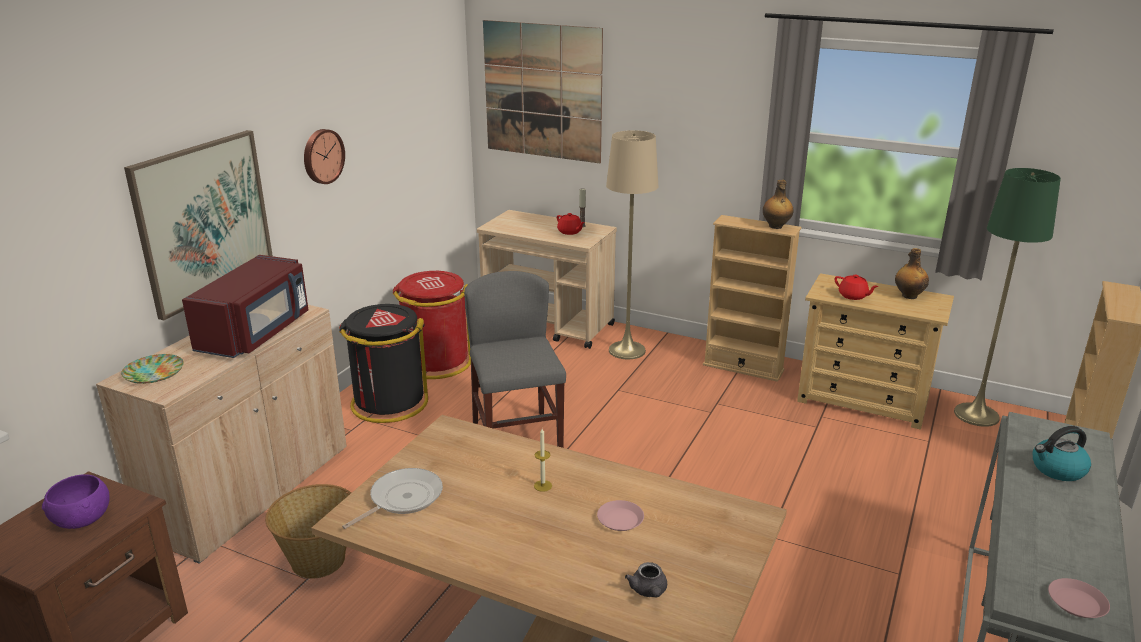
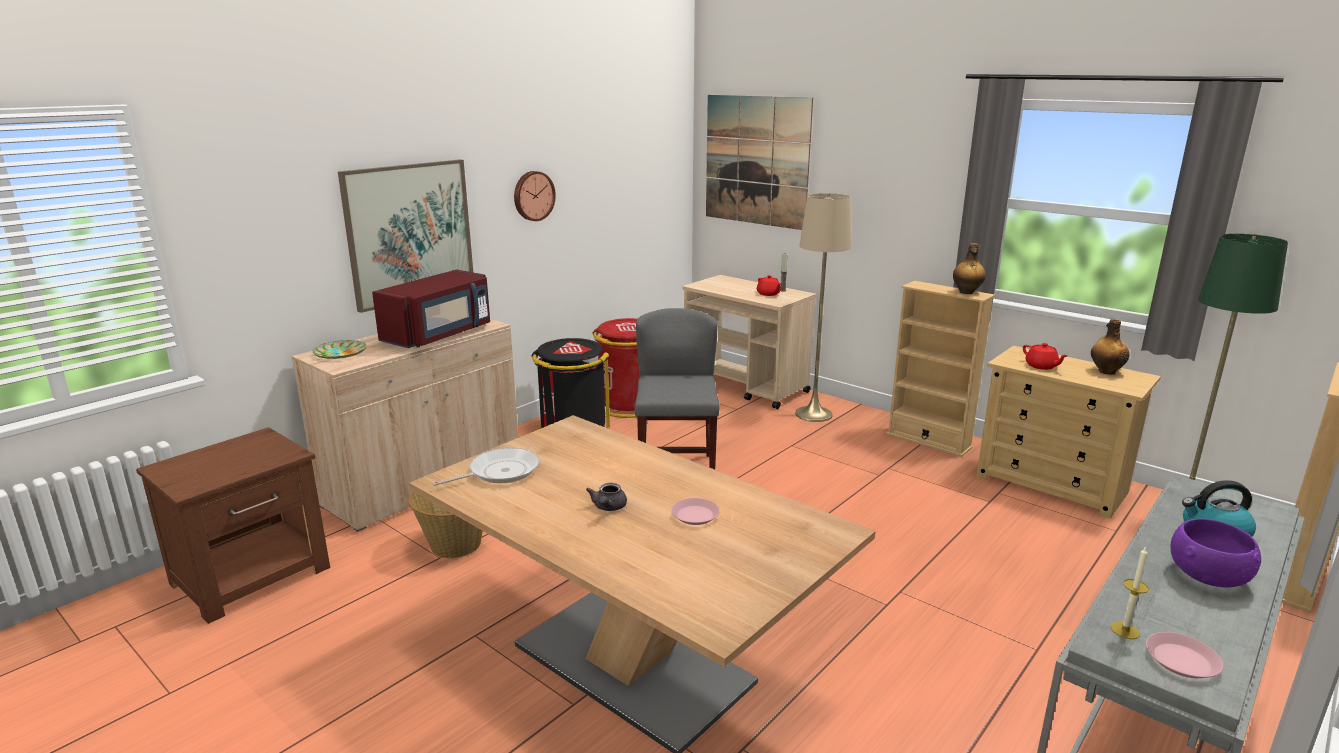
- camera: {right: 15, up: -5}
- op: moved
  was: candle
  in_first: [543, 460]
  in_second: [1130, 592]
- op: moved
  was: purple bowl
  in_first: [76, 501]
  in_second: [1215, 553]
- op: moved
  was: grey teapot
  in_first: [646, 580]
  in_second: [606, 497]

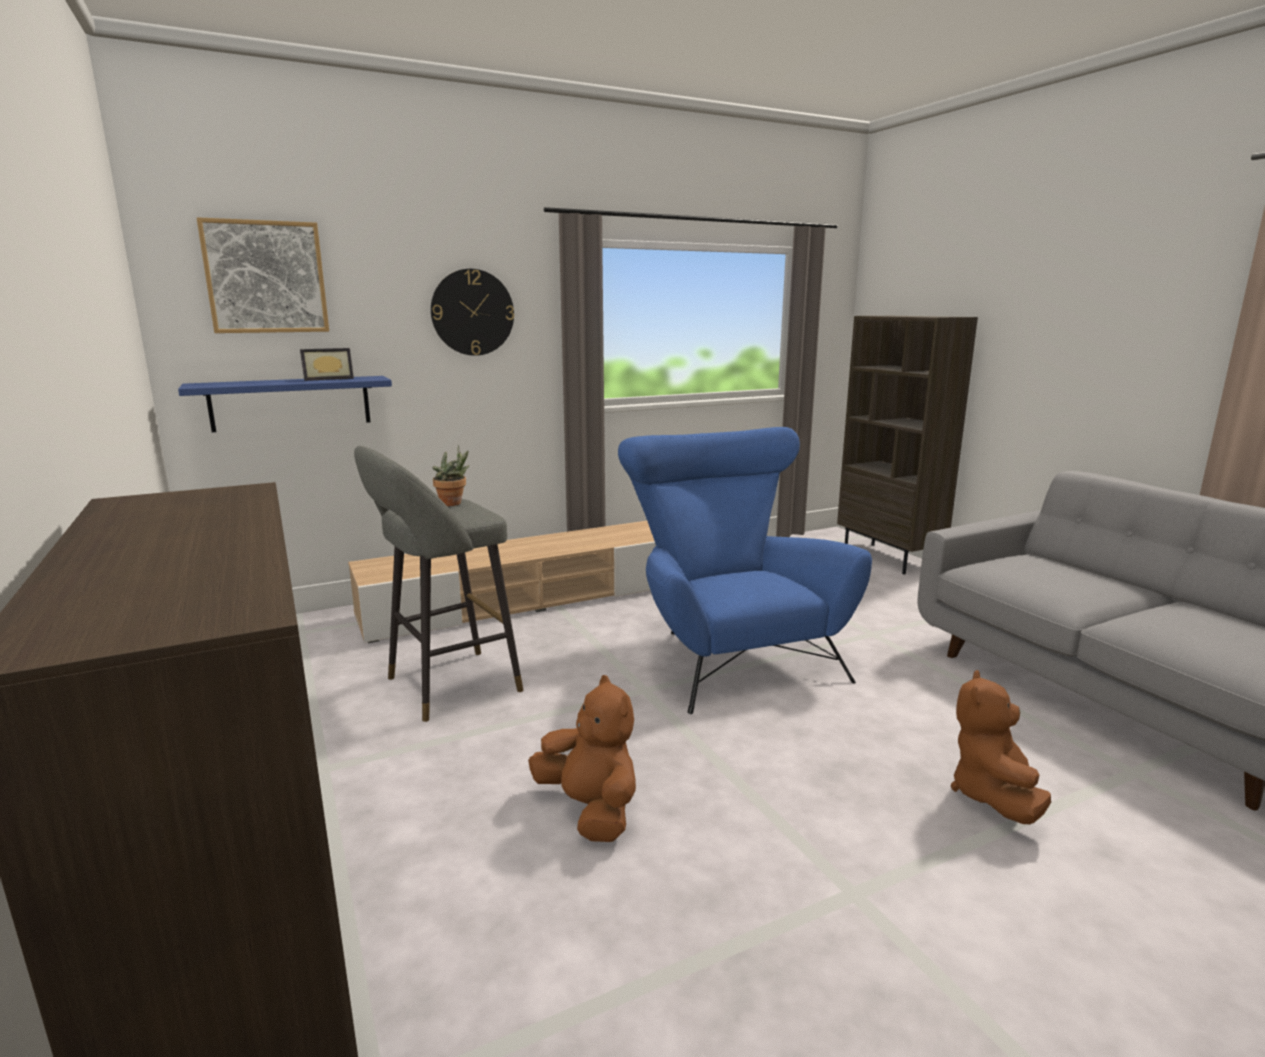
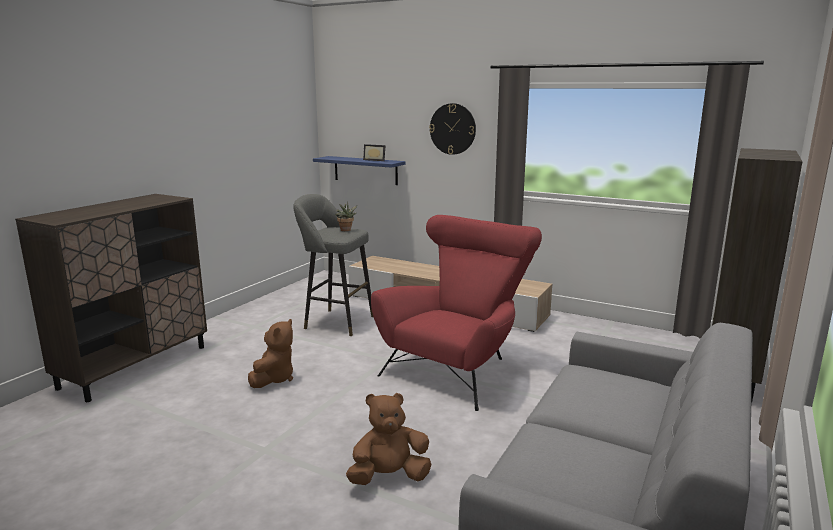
- camera: {right: 55, up: 0}
- op: removed
  was: picture
  in_first: [263, 275]
- op: recoloured
  was: blue armchair
  now: red armchair
  in_first: [745, 570]
  in_second: [456, 313]

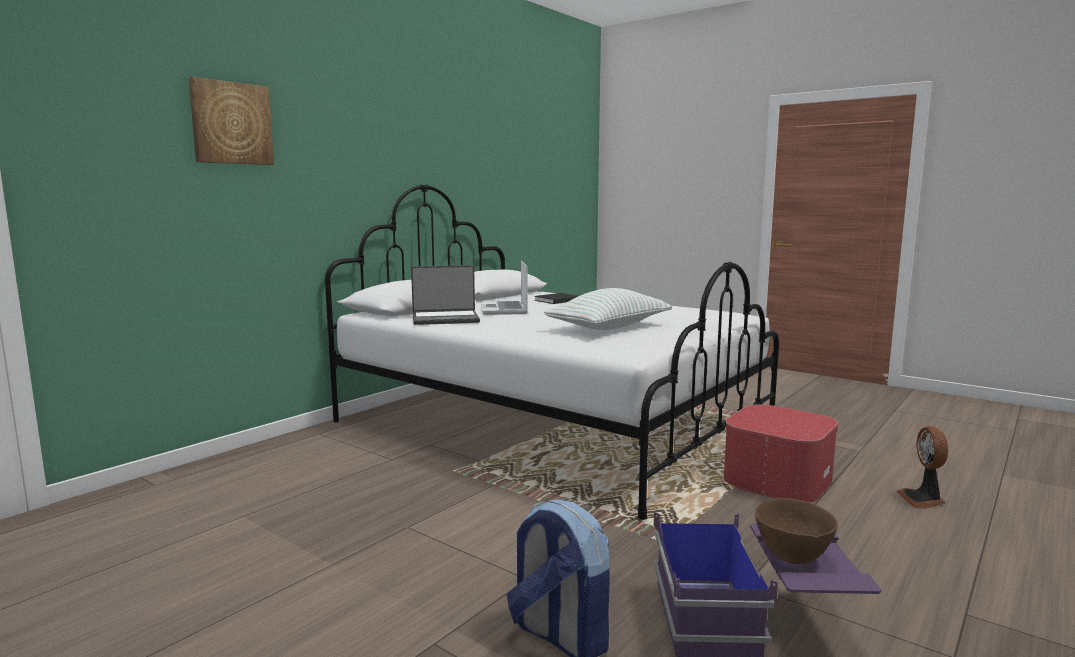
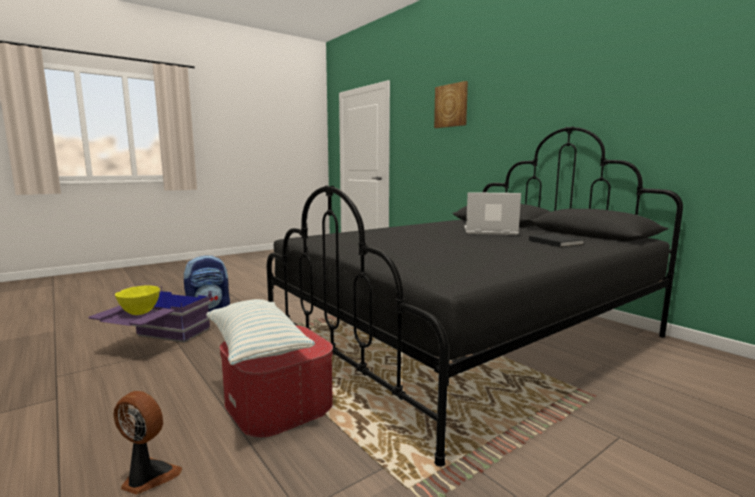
- camera: {right: 105, up: 0}
- op: recoloured
  was: white bed
  now: black bed
  in_first: [552, 352]
  in_second: [475, 296]
- op: removed
  was: laptop
  in_first: [445, 295]
- op: moved
  was: pillow
  in_first: [608, 309]
  in_second: [260, 332]
- op: recoloured
  was: brown bowl
  now: yellow bowl
  in_first: [796, 531]
  in_second: [137, 300]

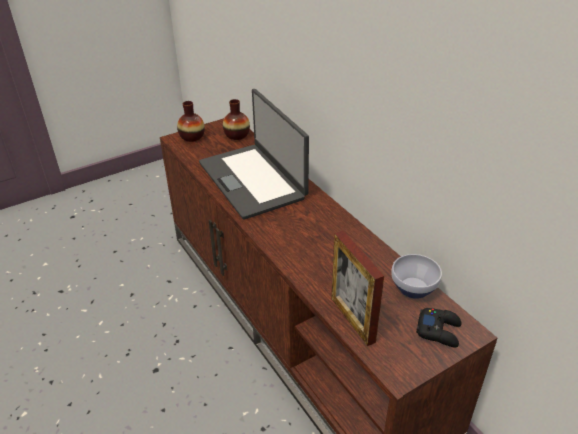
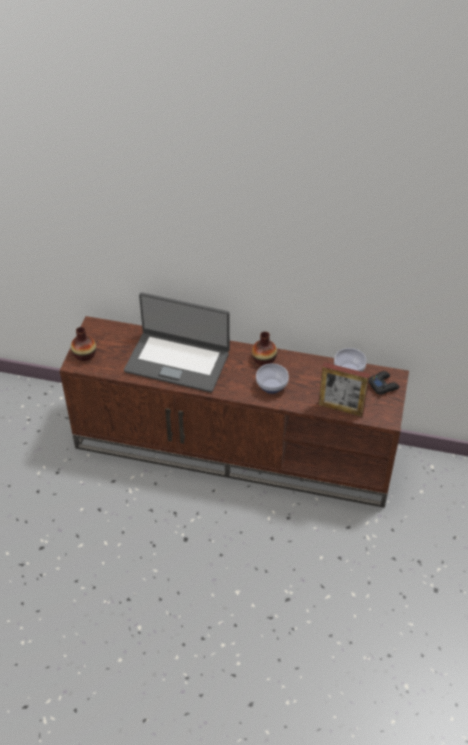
- camera: {right: -45, up: 10}
- op: moved
  was: vase
  in_first: [236, 119]
  in_second: [264, 349]
- op: added
  now: bowl
  in_second: [272, 379]

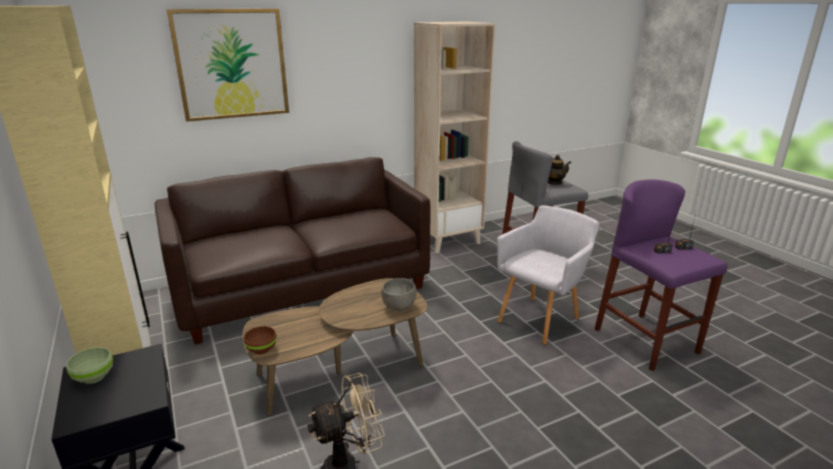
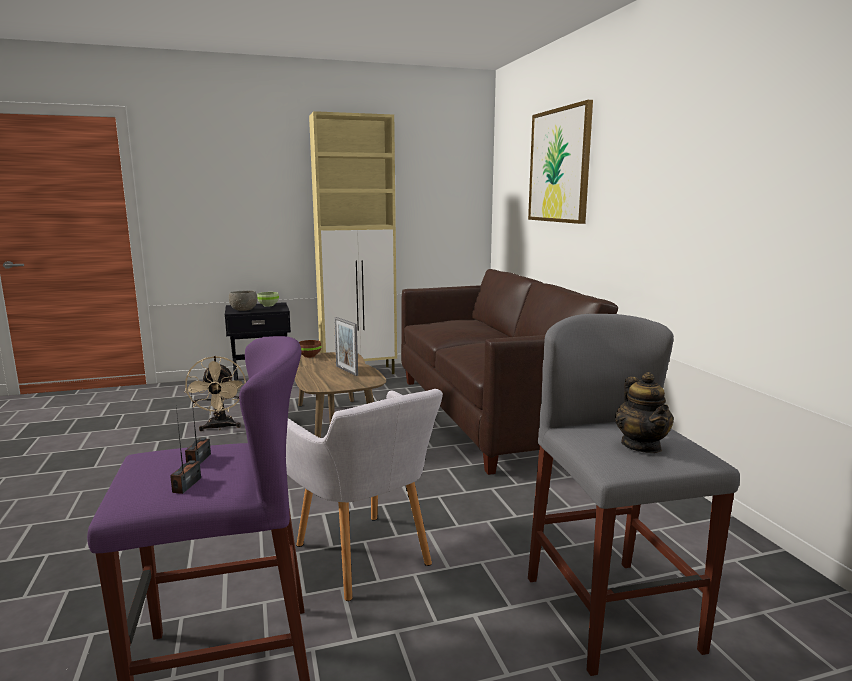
- camera: {right: 100, up: -10}
- op: removed
  was: beige bookcase
  in_first: [455, 137]
- op: moved
  was: grey bowl
  in_first: [399, 294]
  in_second: [243, 300]
- op: added
  now: picture frame
  in_second: [346, 346]

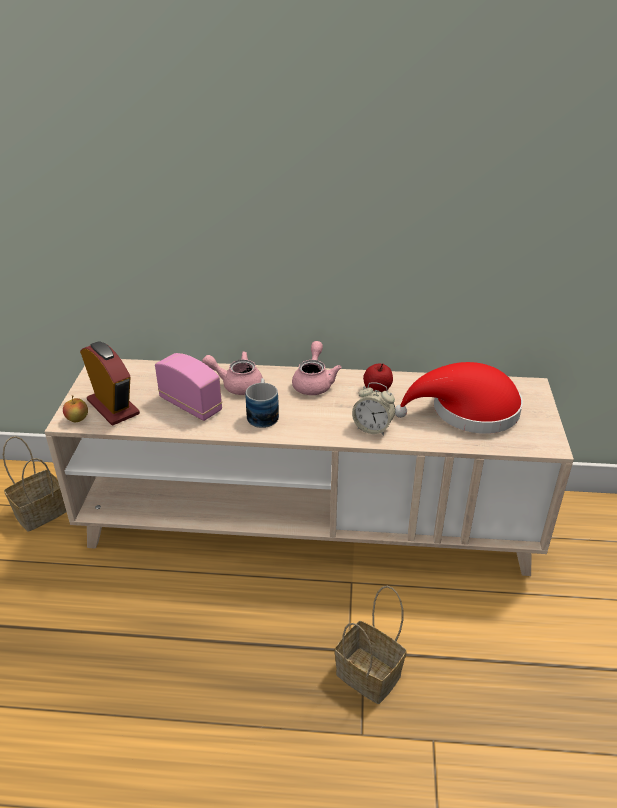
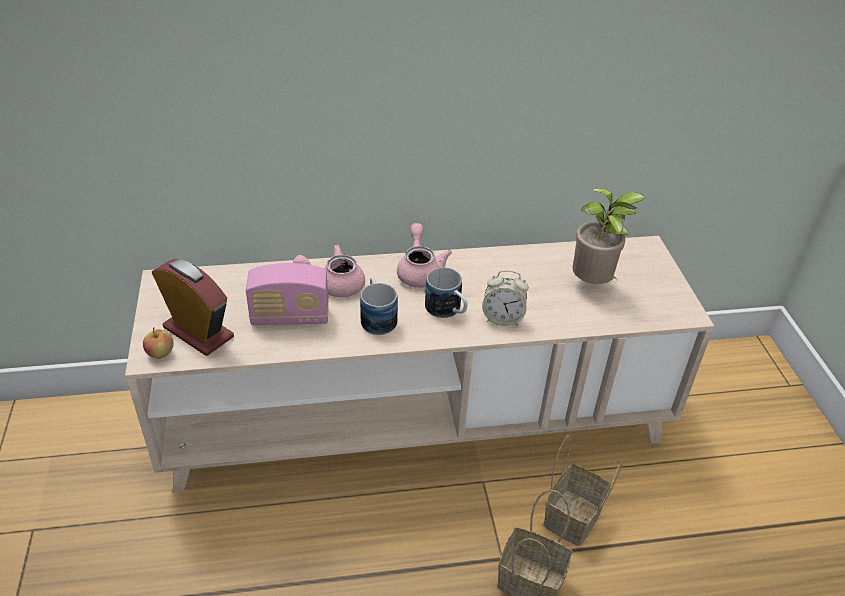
- camera: {right: -15, up: 5}
- op: turned
  was: radio
  in_first: [188, 387]
  in_second: [287, 294]
  clockwise: 150
- op: replaced
  was: red hat
  now: potted plant
  in_first: [459, 398]
  in_second: [609, 236]
- op: removed
  was: apple
  in_first: [378, 377]
- op: moved
  was: basket
  in_first: [34, 483]
  in_second: [583, 490]
- op: added
  now: mug
  in_second: [446, 292]

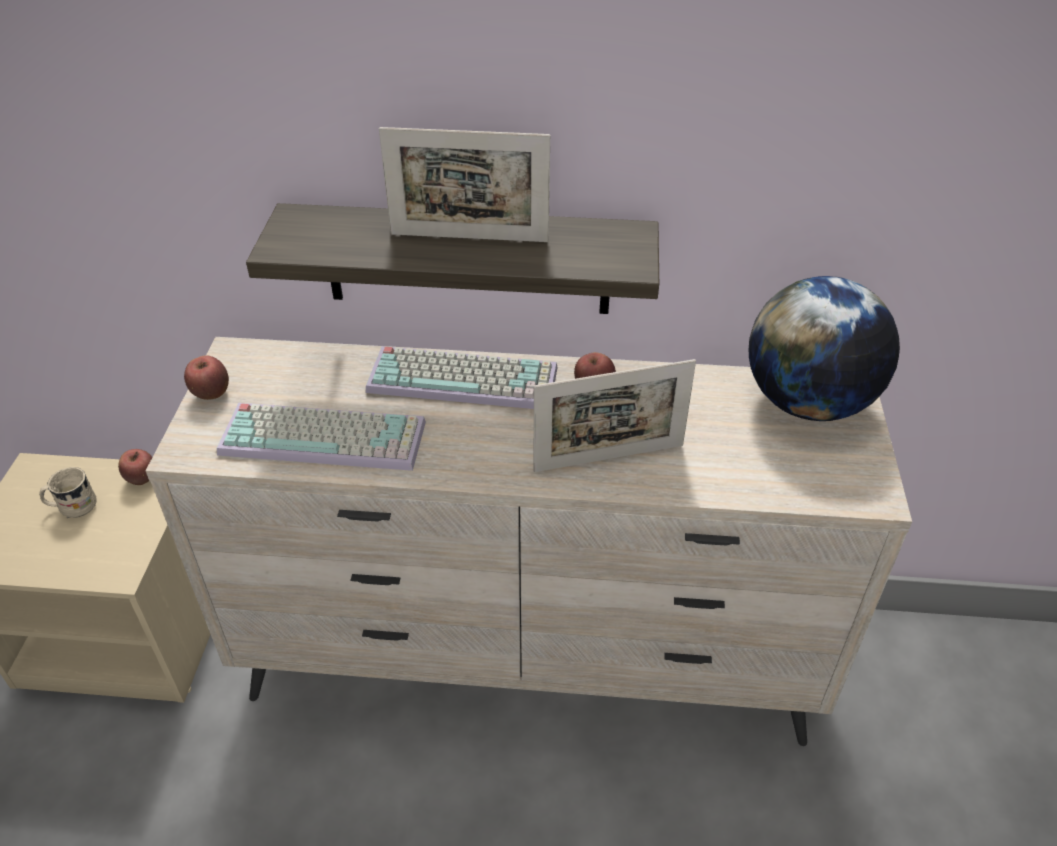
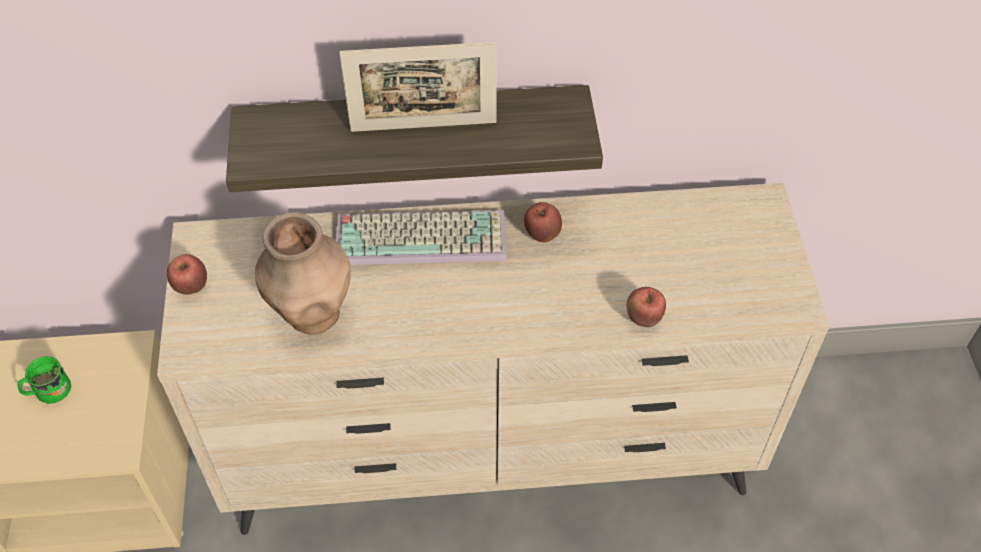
- camera: {right: -10, up: 10}
- op: removed
  was: globe
  in_first: [824, 348]
- op: removed
  was: picture frame
  in_first: [614, 415]
- op: replaced
  was: keyboard
  now: brown vase
  in_first: [321, 437]
  in_second: [303, 273]
- op: moved
  was: apple
  in_first: [135, 467]
  in_second: [646, 307]
- op: recoloured
  was: beige mug
  now: green mug
  in_first: [68, 492]
  in_second: [44, 380]

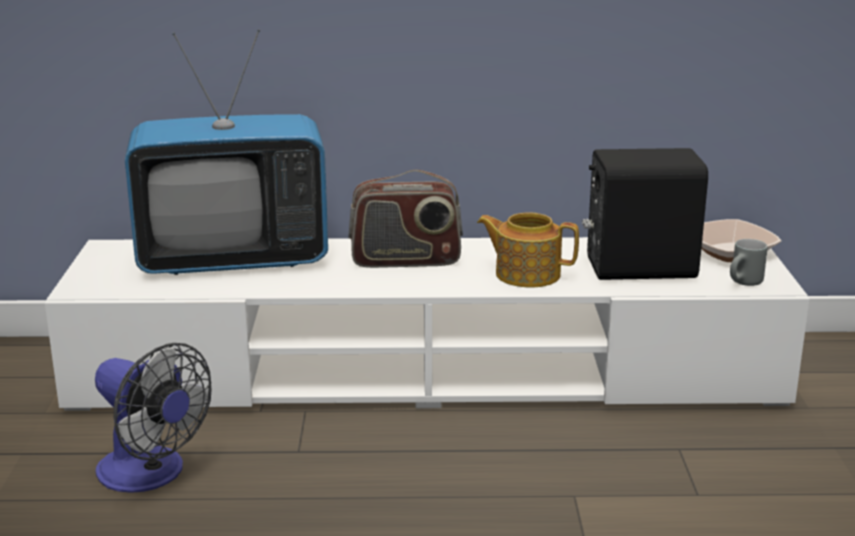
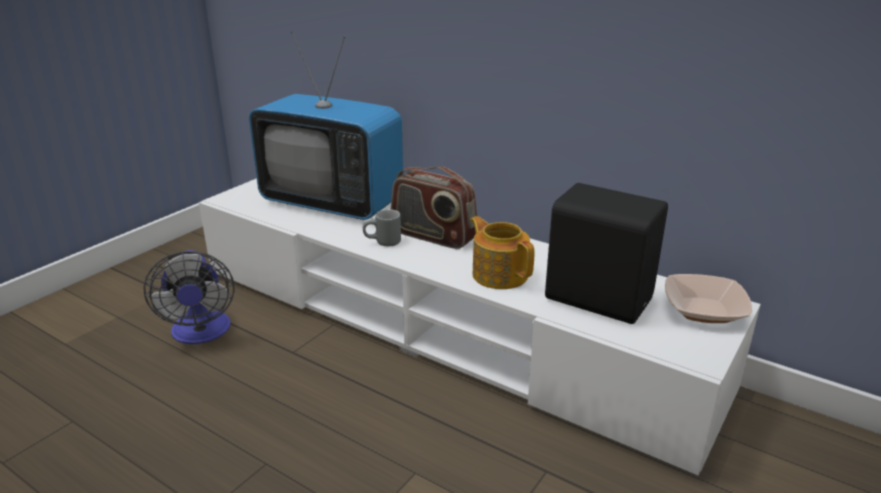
- camera: {right: 35, up: 5}
- op: moved
  was: grey mug
  in_first: [749, 262]
  in_second: [382, 228]

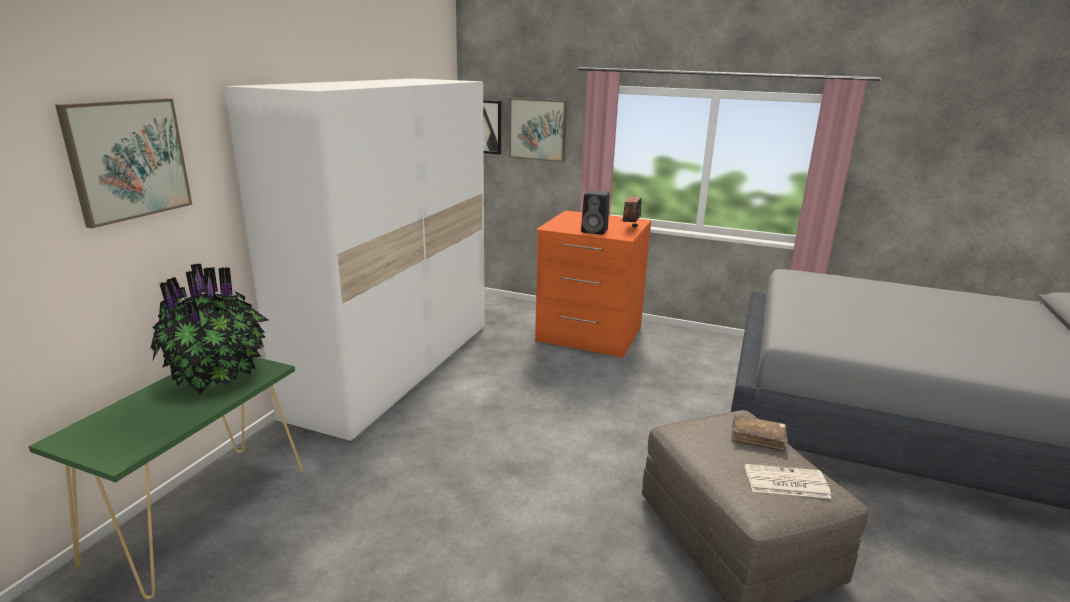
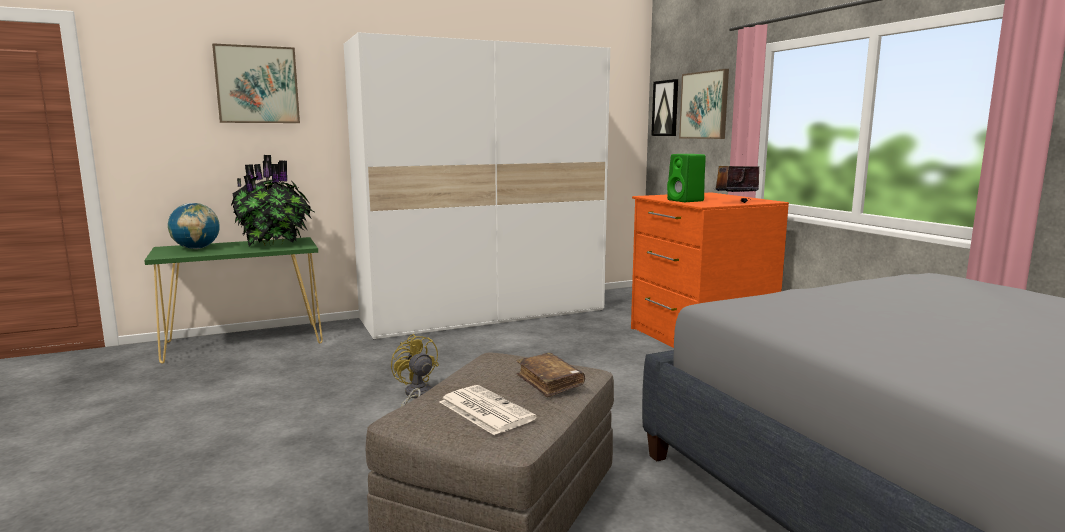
- camera: {right: 45, up: -10}
- op: recoloured
  was: black speaker
  now: green speaker
  in_first: [595, 212]
  in_second: [686, 178]
- op: added
  now: globe
  in_second: [194, 226]
- op: added
  now: yellow fan
  in_second: [415, 370]

